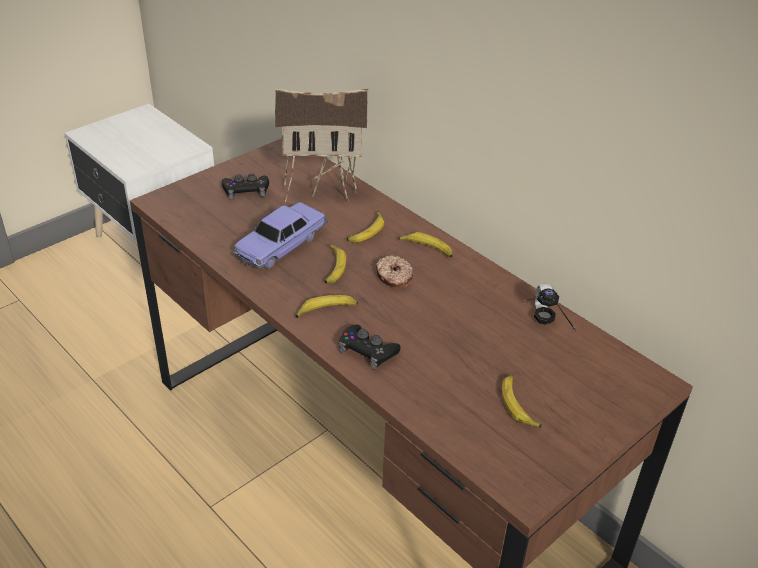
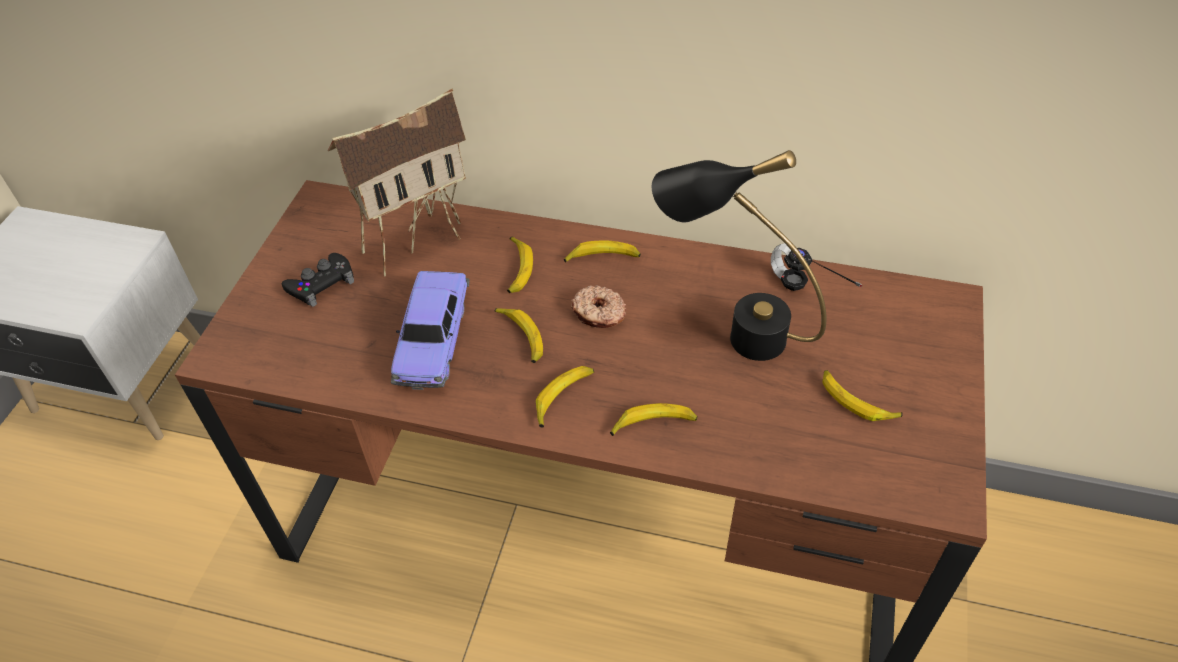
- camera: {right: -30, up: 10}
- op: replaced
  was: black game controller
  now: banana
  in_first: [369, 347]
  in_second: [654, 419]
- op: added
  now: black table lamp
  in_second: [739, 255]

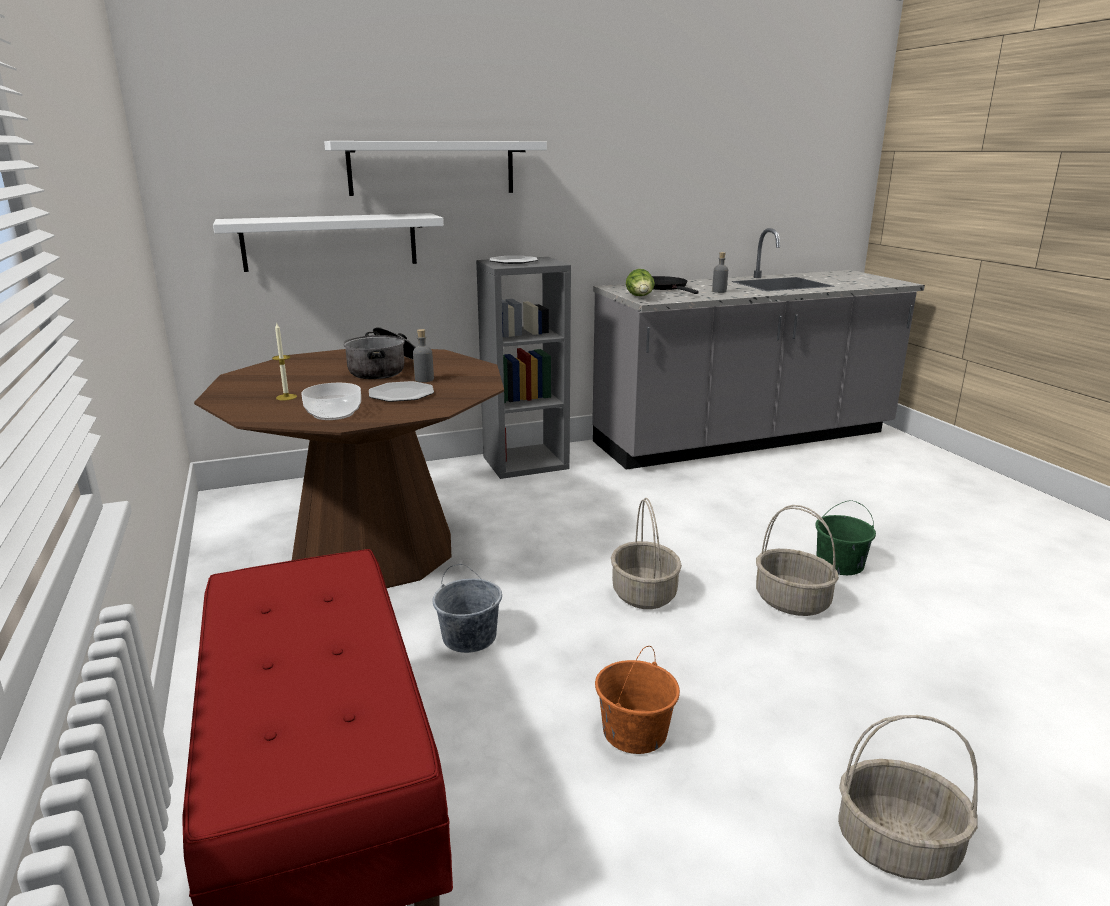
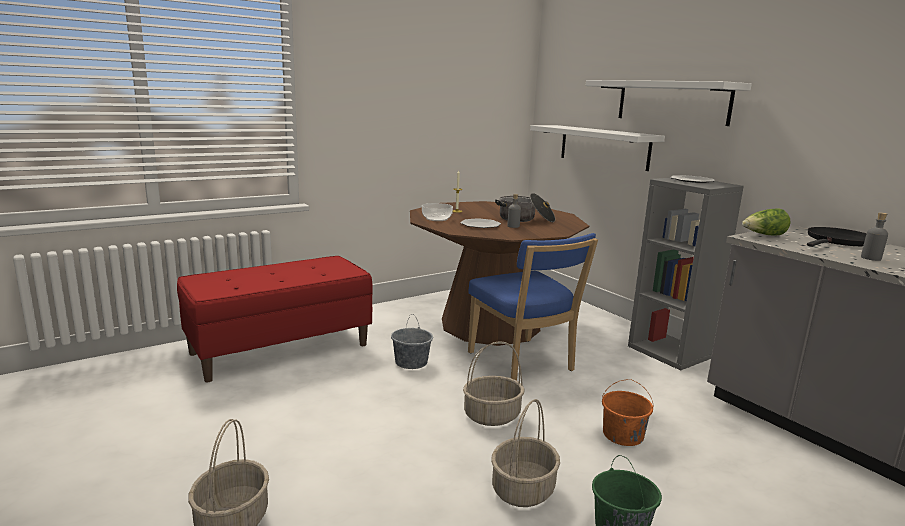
- camera: {right: 75, up: -5}
- op: moved
  was: orange bucket
  in_first: [637, 700]
  in_second: [628, 412]
- op: added
  now: blue chair
  in_second: [533, 306]

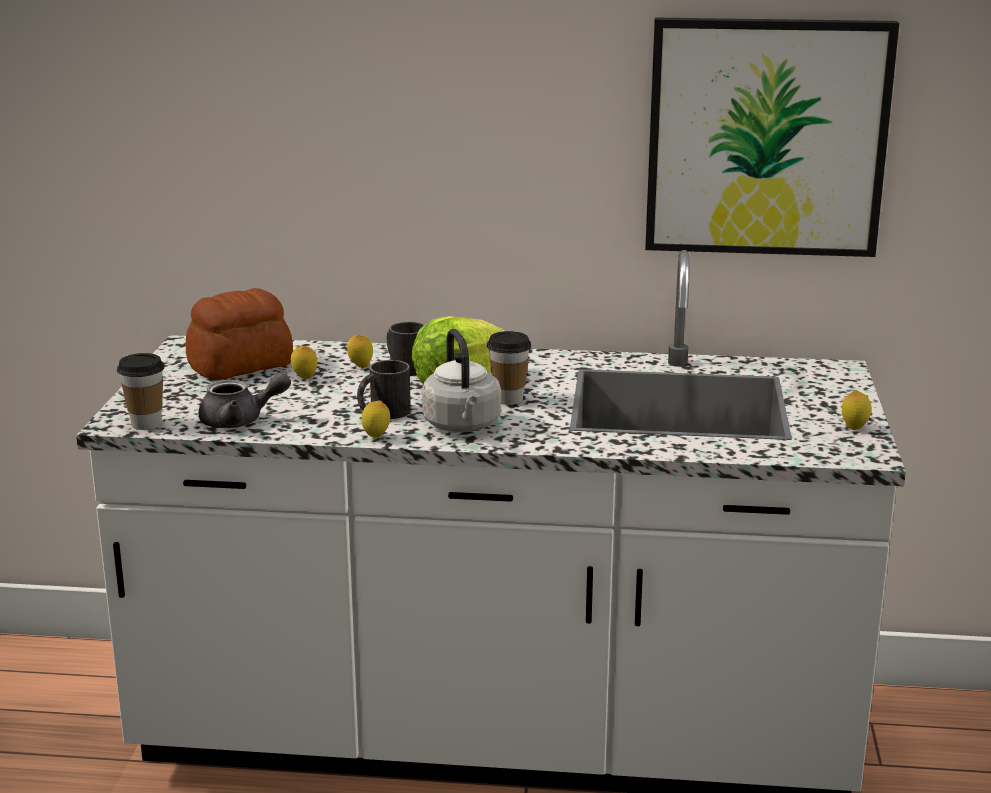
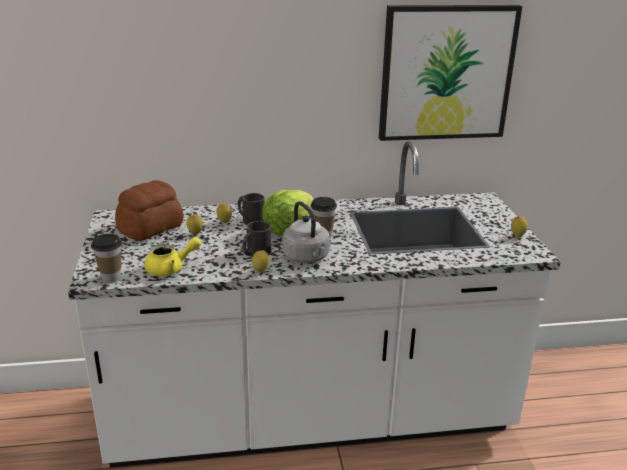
- camera: {right: -15, up: 5}
- op: recoloured
  was: grey teapot
  now: yellow teapot
  in_first: [244, 400]
  in_second: [172, 256]

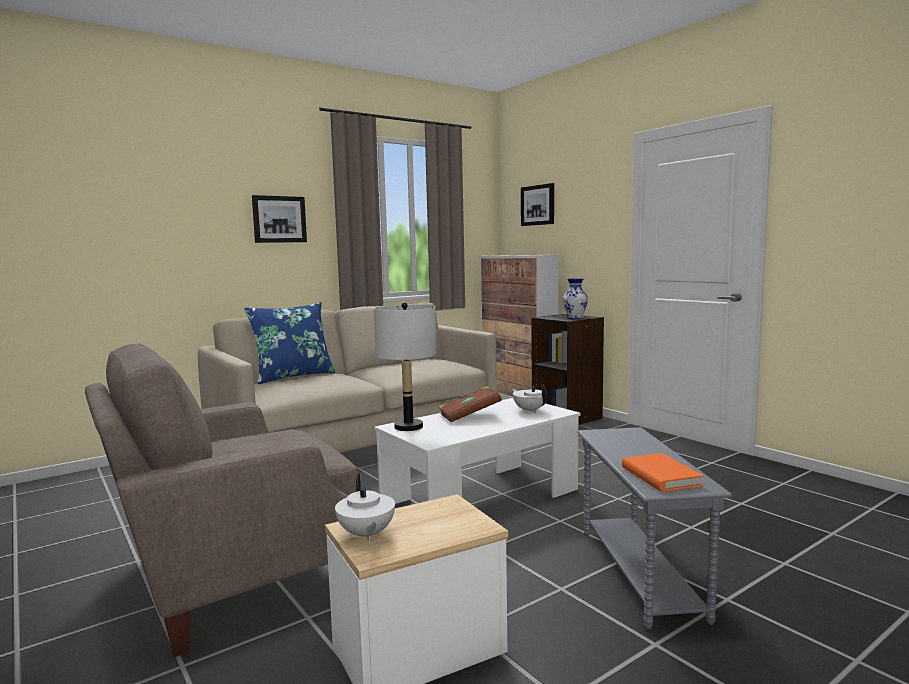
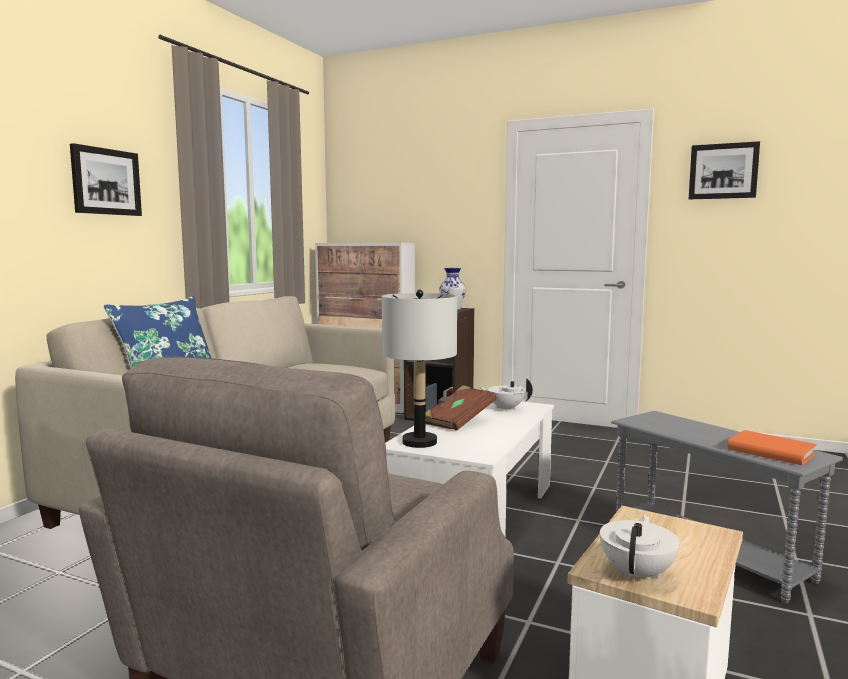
- camera: {right: -30, up: 0}
- op: moved
  was: picture
  in_first: [537, 204]
  in_second: [724, 170]
- op: turned
  was: white teapot
  in_first: [365, 508]
  in_second: [640, 548]
  clockwise: -105

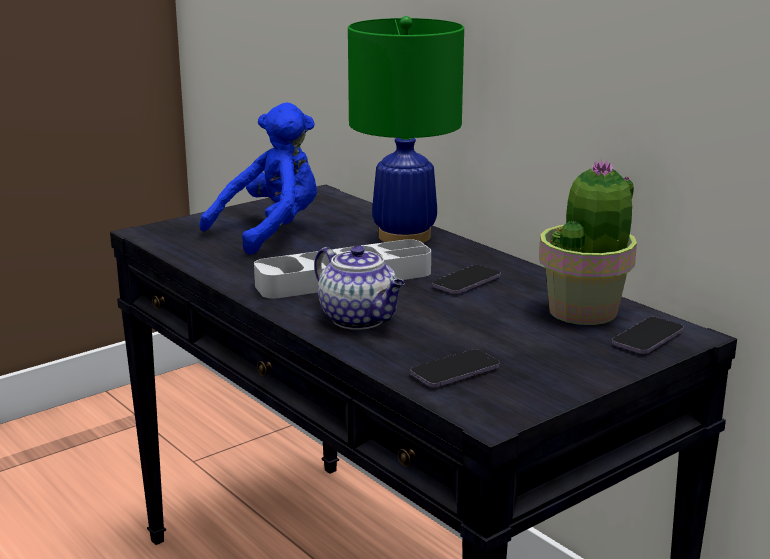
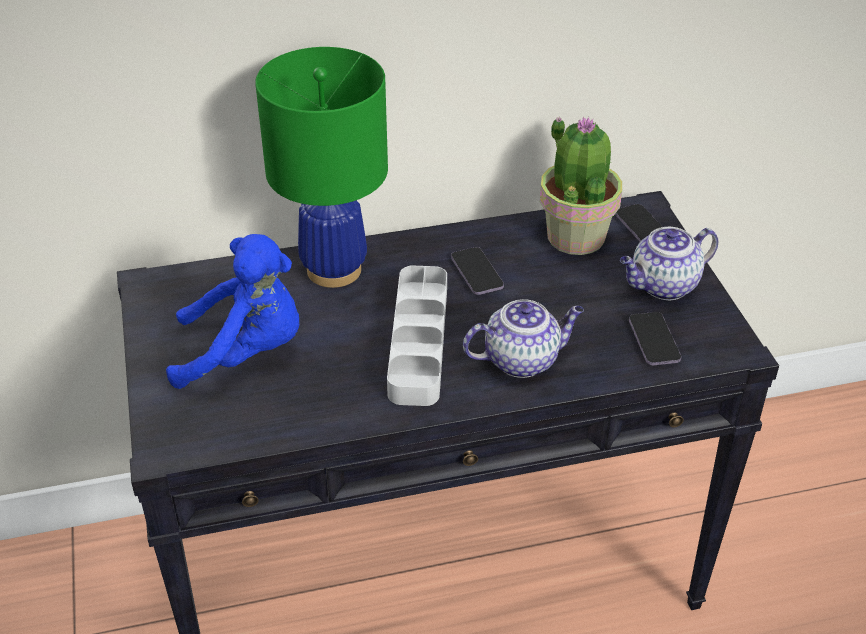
- camera: {right: -65, up: 20}
- op: turned
  was: blue plush toy
  in_first: [258, 179]
  in_second: [232, 311]
  clockwise: 105
- op: added
  now: teapot
  in_second: [669, 263]

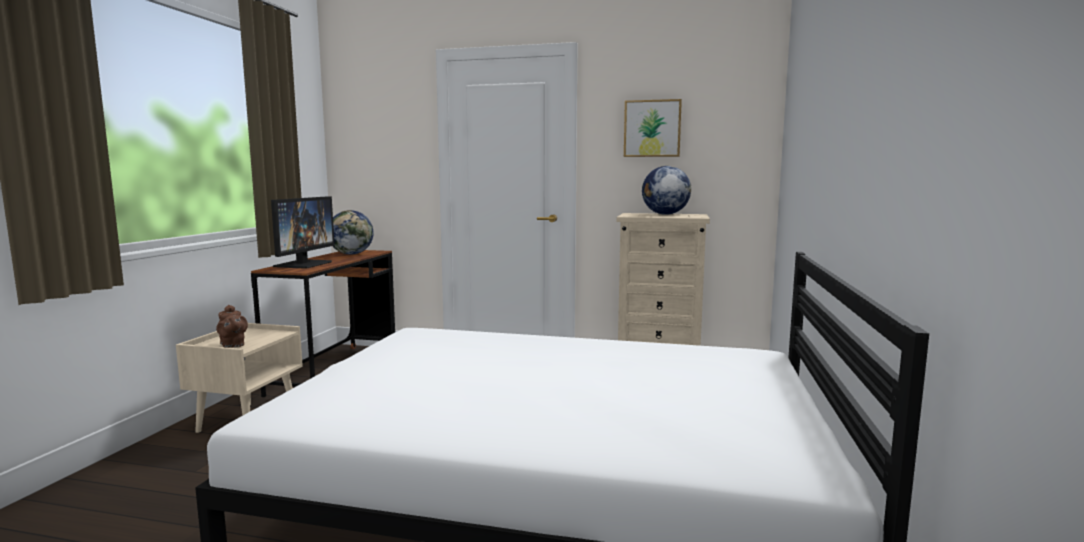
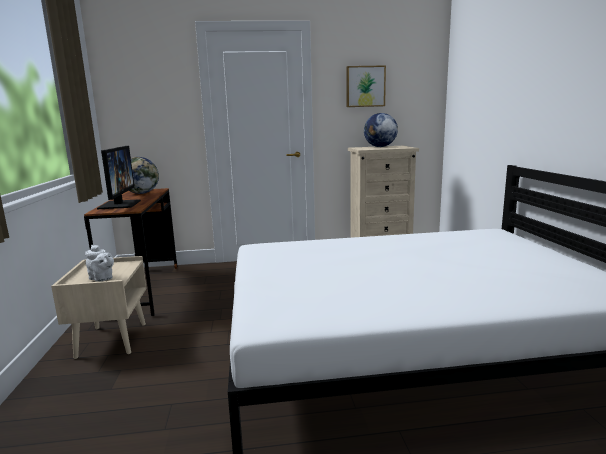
- camera: {right: -20, up: 5}
- op: recoloured
  was: brown teapot
  now: white teapot
  in_first: [232, 326]
  in_second: [99, 263]

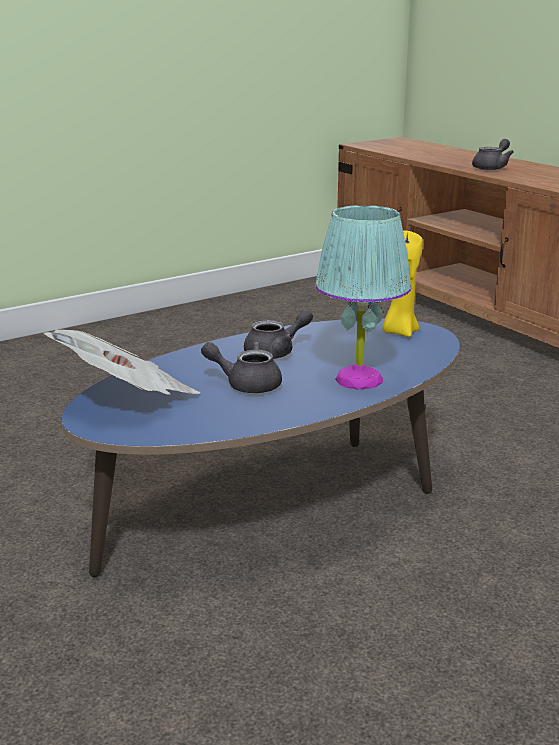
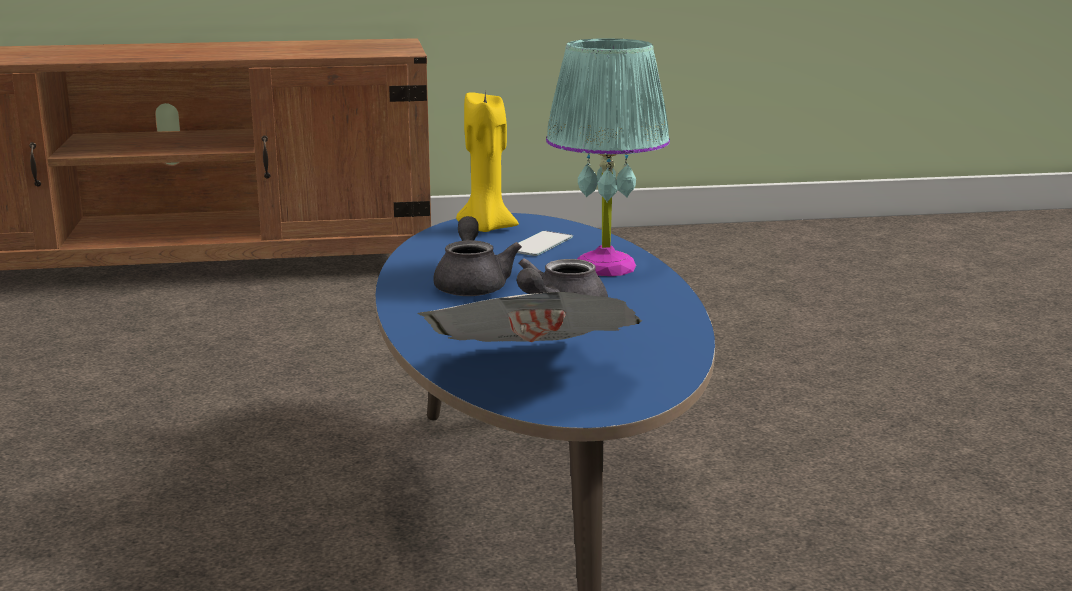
- camera: {right: -65, up: -5}
- op: removed
  was: grey teapot
  in_first: [493, 154]
- op: added
  now: phone
  in_second: [539, 243]

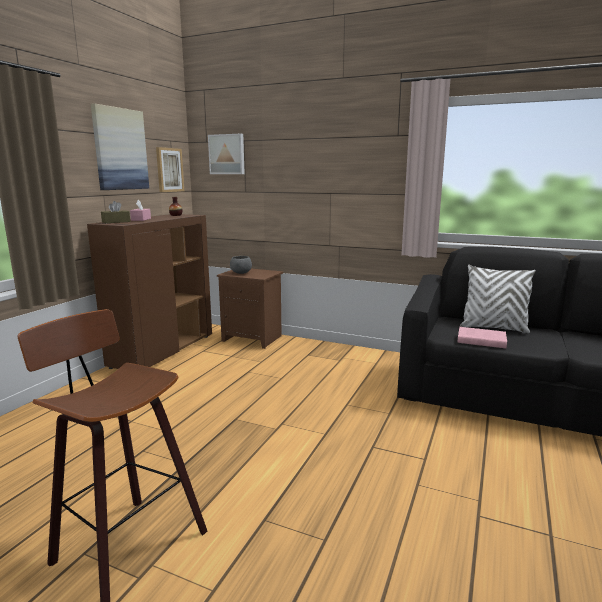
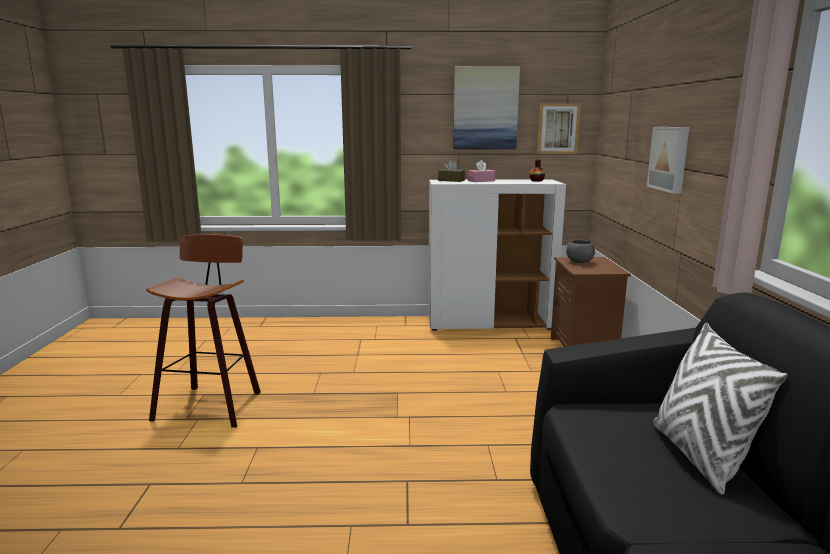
- camera: {right: 65, up: 0}
- op: moved
  was: picture
  in_first: [226, 154]
  in_second: [668, 160]
- op: recoloured
  was: brown cabinet
  now: white cabinet
  in_first: [149, 291]
  in_second: [497, 255]
- op: removed
  was: pink book
  in_first: [482, 337]

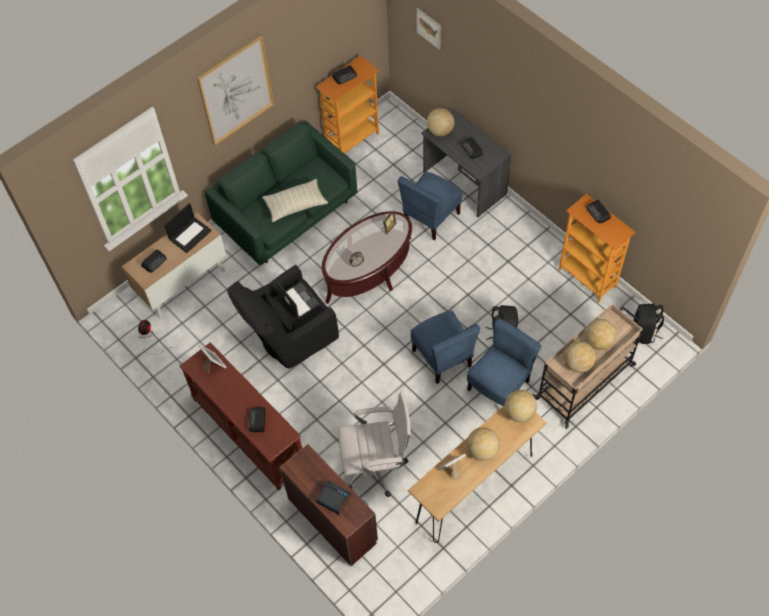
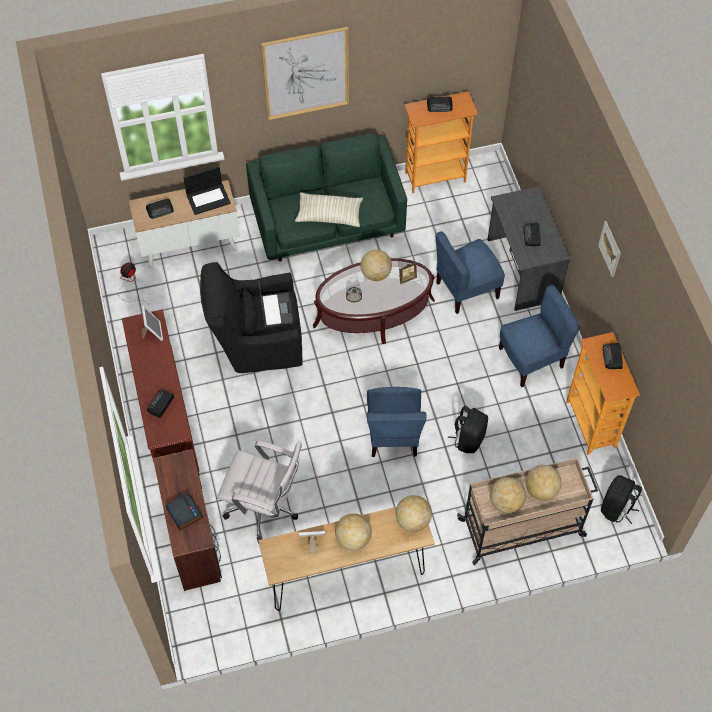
- camera: {right: 25, up: 0}
- op: moved
  was: picture
  in_first: [428, 29]
  in_second: [609, 249]
- op: moved
  was: globe
  in_first: [440, 122]
  in_second: [376, 265]
- op: moved
  was: blue chair
  in_first: [504, 362]
  in_second: [539, 336]

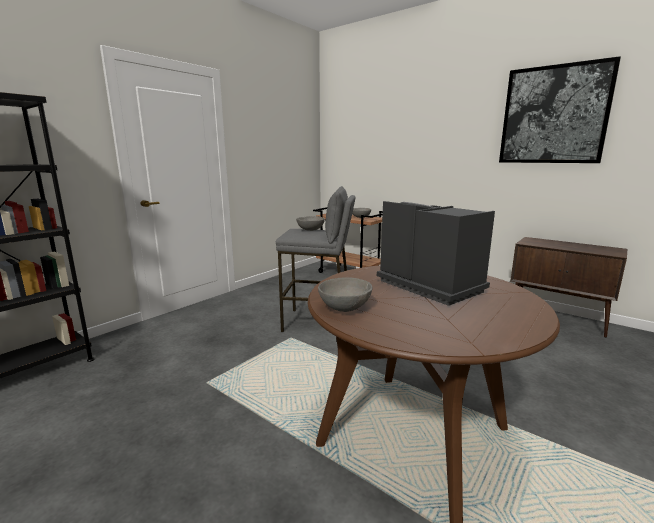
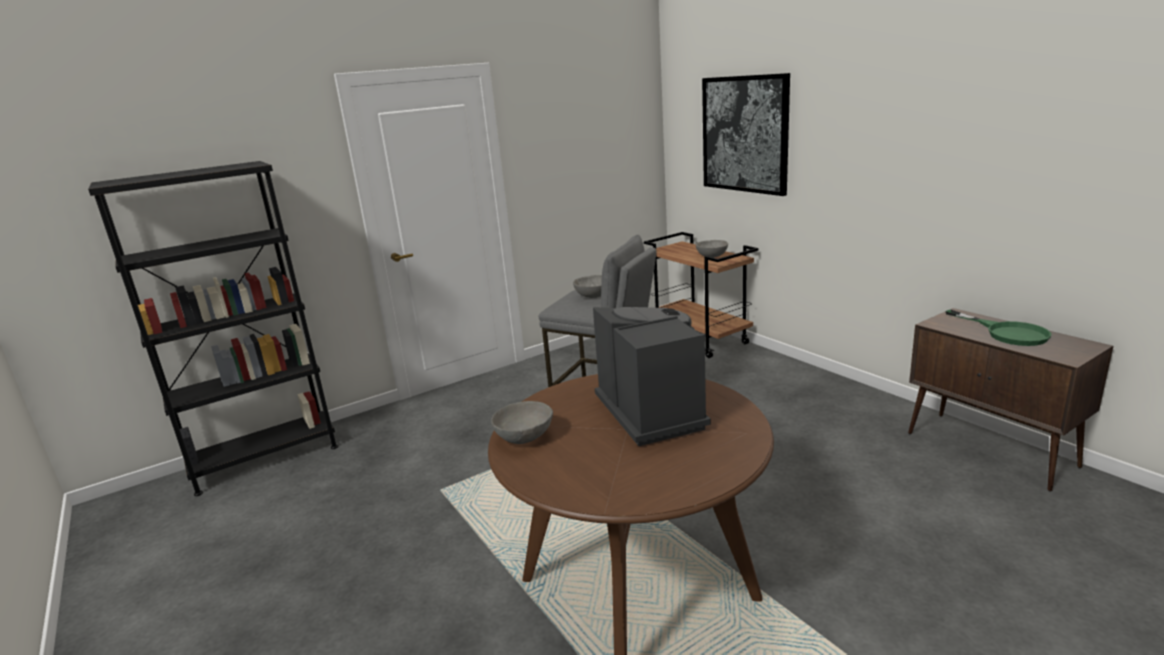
- camera: {right: 20, up: 5}
- op: moved
  was: picture
  in_first: [560, 109]
  in_second: [746, 134]
- op: added
  now: green frying pan
  in_second: [998, 328]

